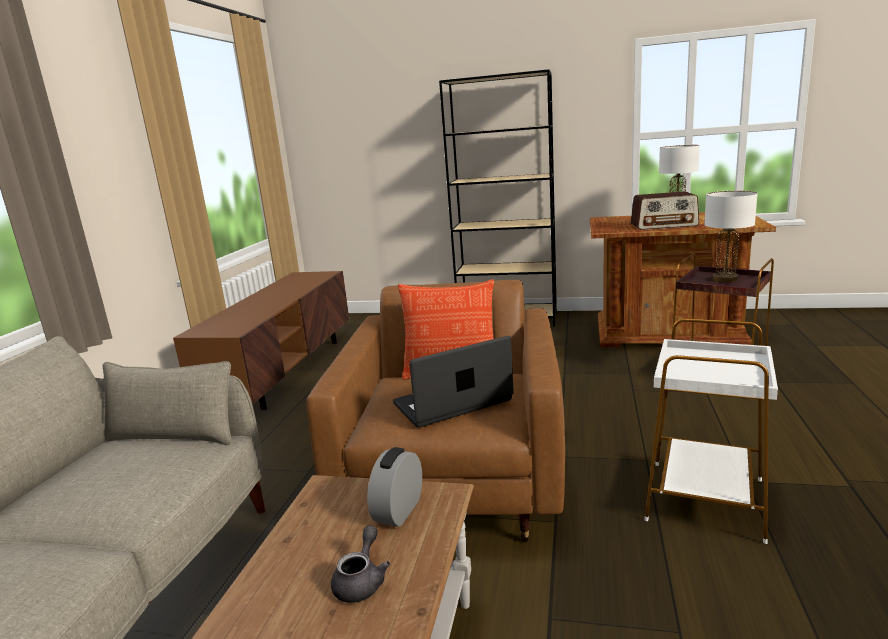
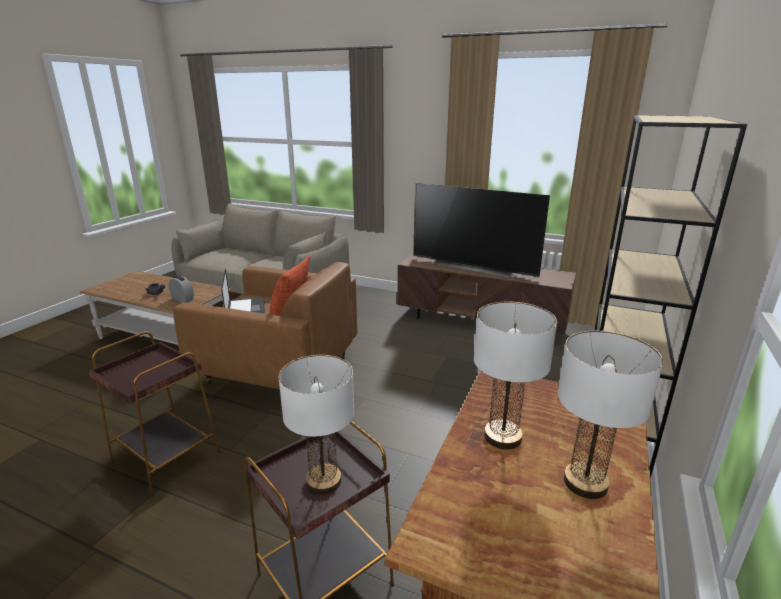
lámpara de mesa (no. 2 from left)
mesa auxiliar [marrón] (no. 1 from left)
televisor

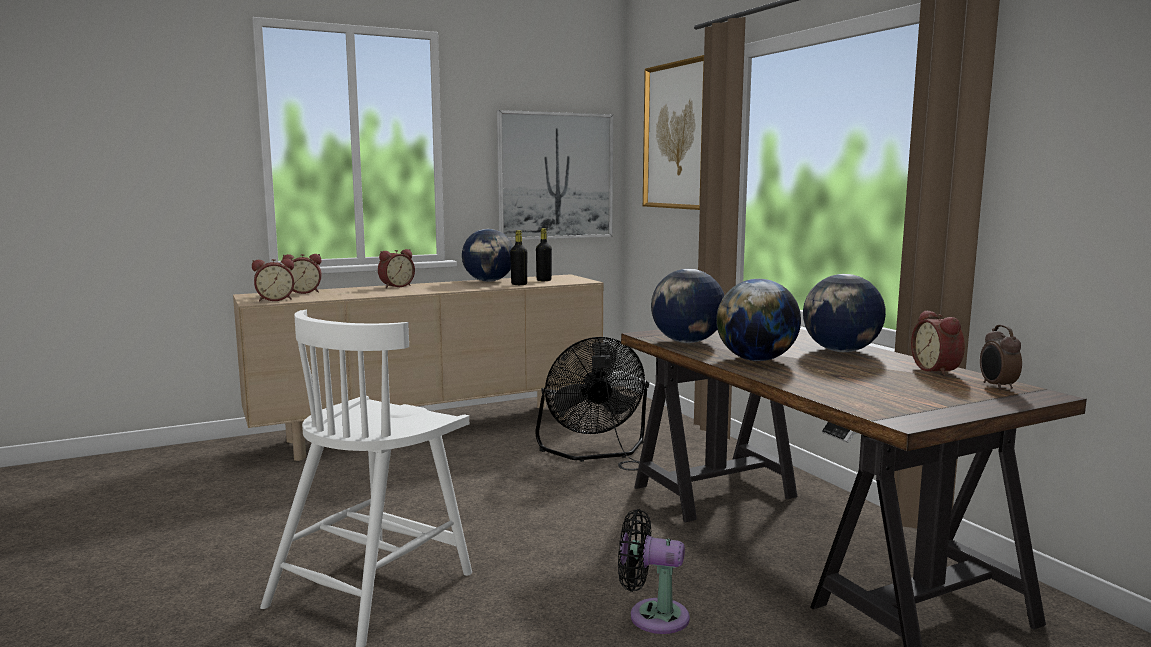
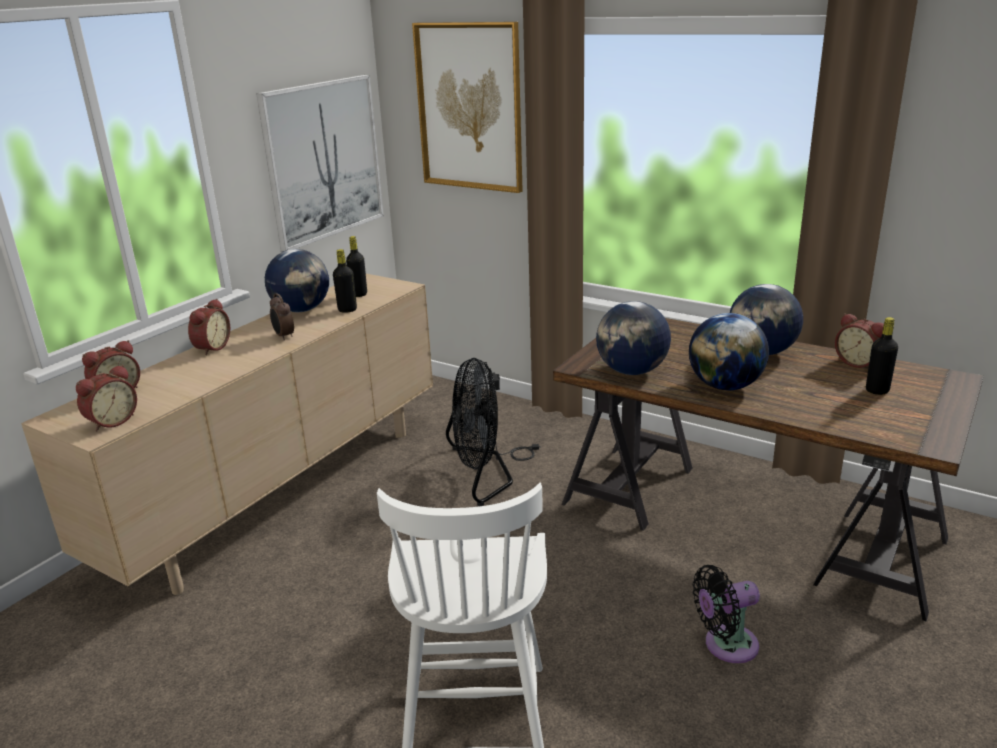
despertador (no. 4 from left)
ventilador [negro] (no. 1 from left)
botella [negro] (no. 3 from left)

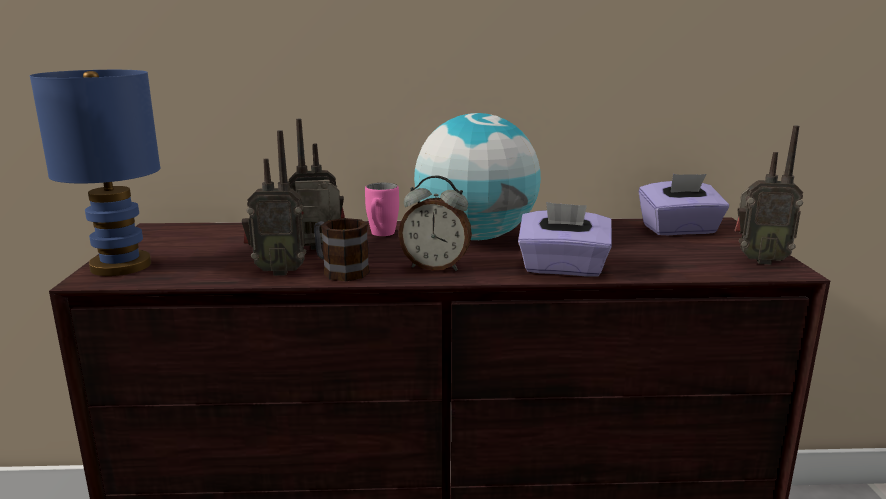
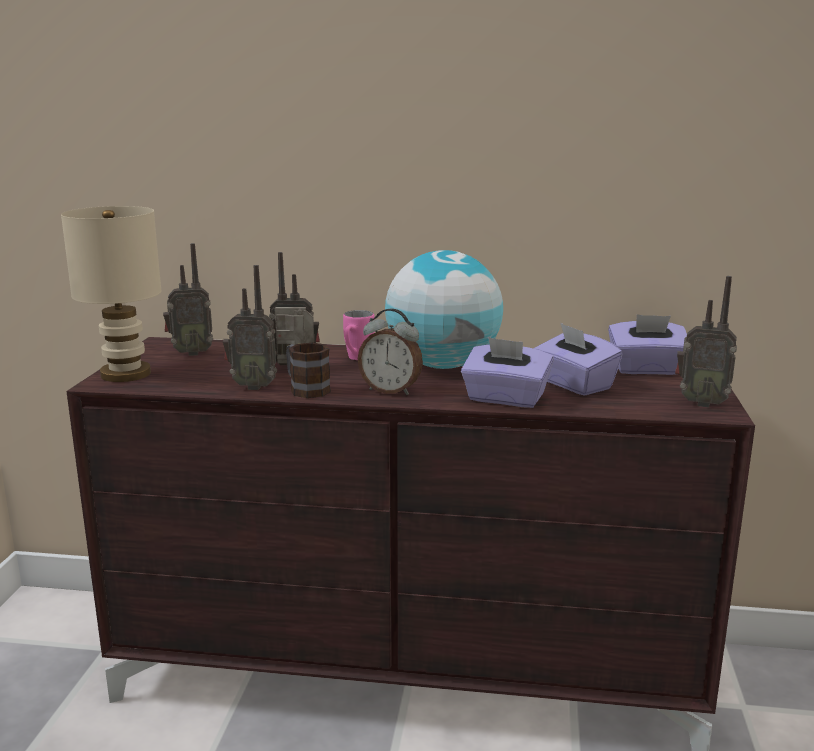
lámpara de mesa [beis]
radio (no. 1 from left)
caja de pañuelos [morado] (no. 2 from left)

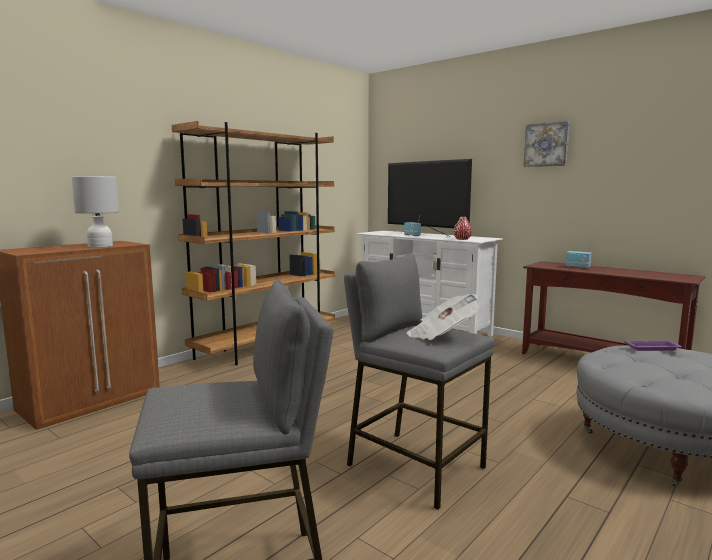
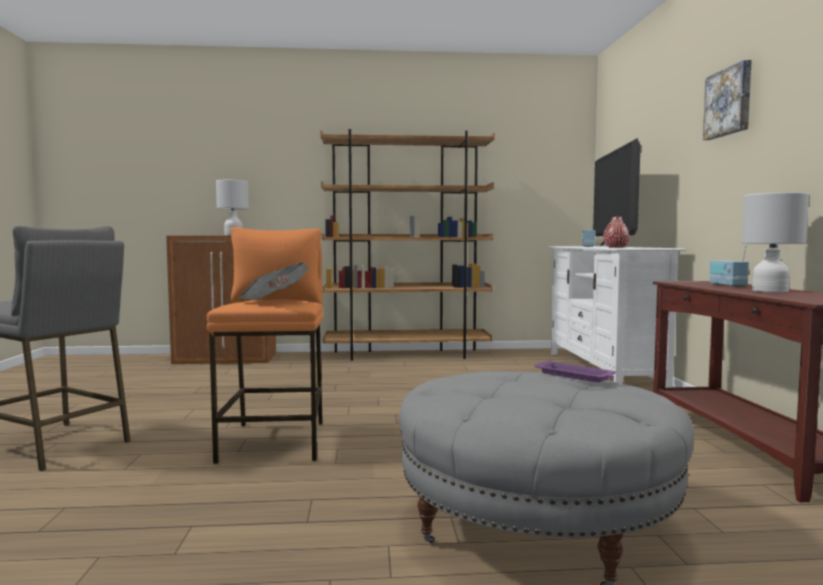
taburete [naranja]
lámpara de mesa [gris] (no. 2 from left)

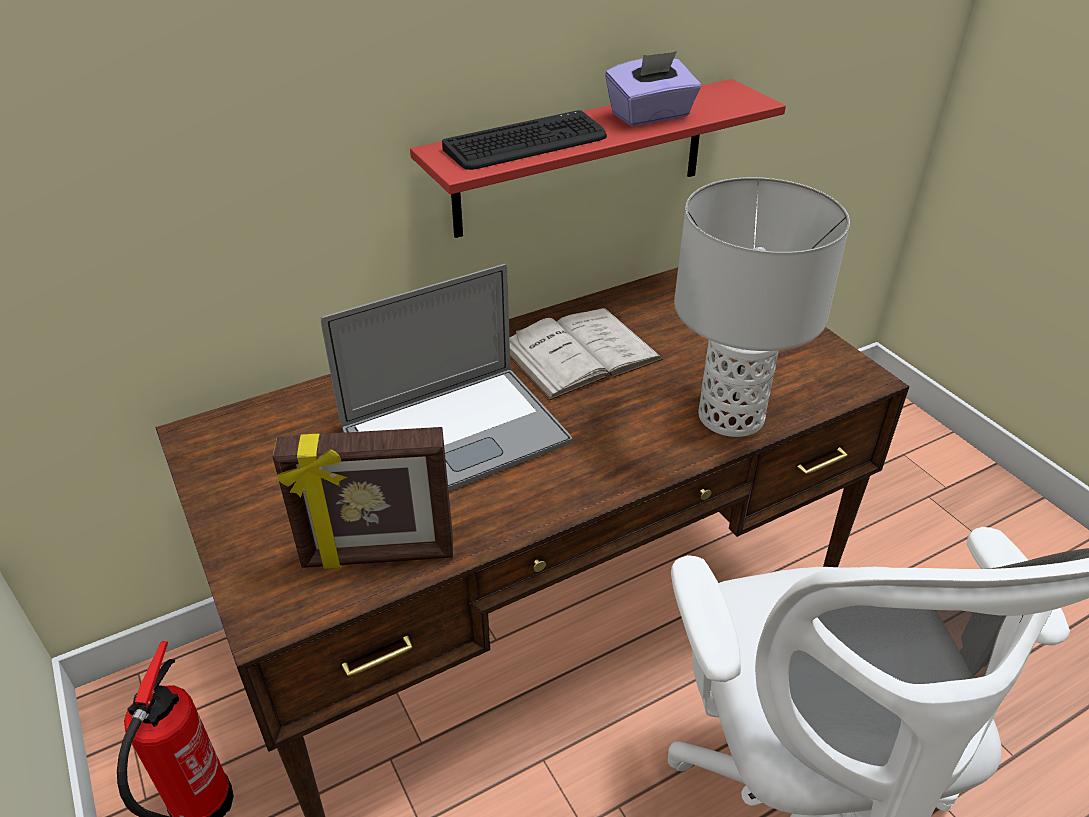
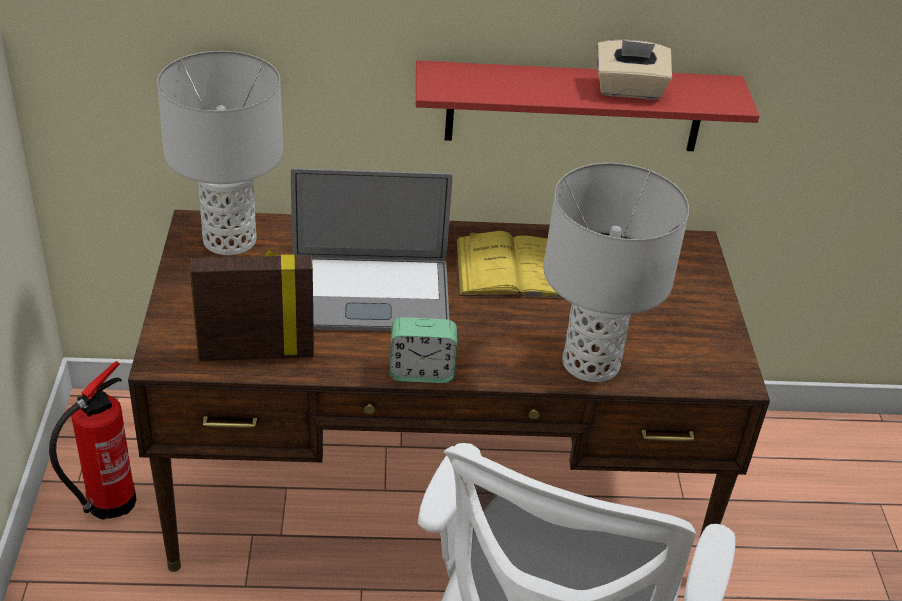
caja de pañuelos [beis]
teclado
libro [amarillo]
portarretratos
lámpara de mesa [blanco] (no. 1 from left)
despertador

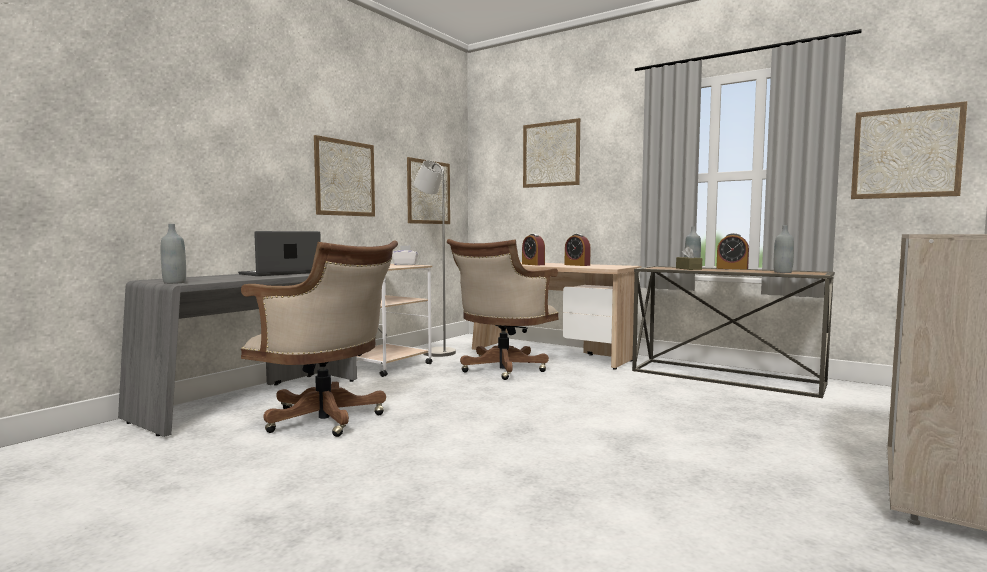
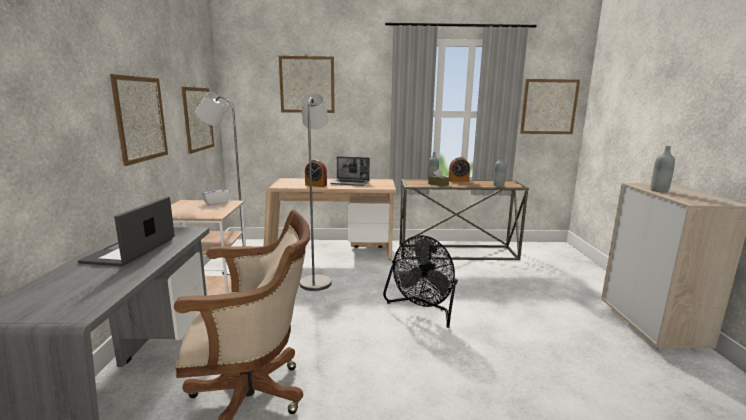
botella [gris] (no. 3 from left)
portátil (no. 2 from left)
lámpara de pie [gris] (no. 2 from left)
ventilador [negro]

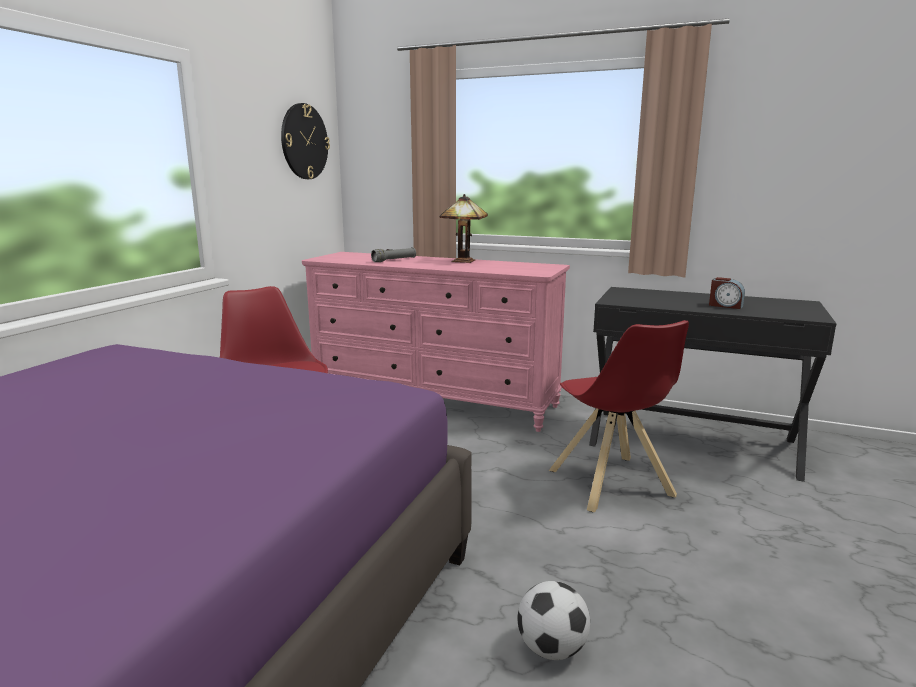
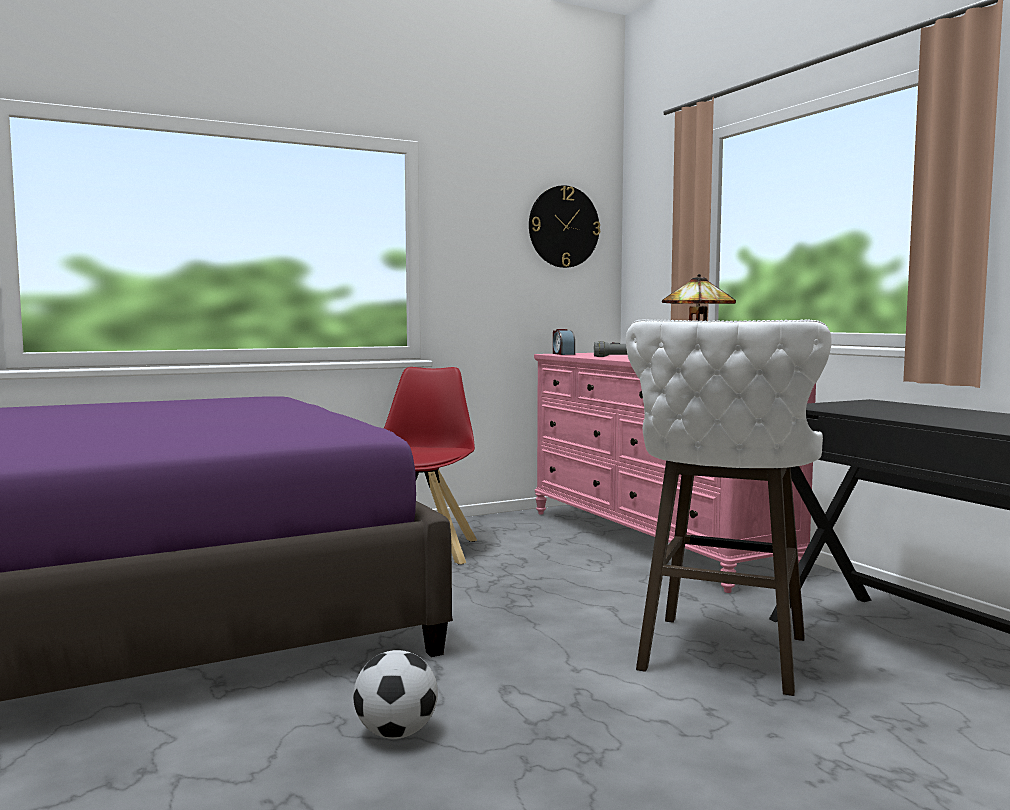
despertador
taburete [blanco]

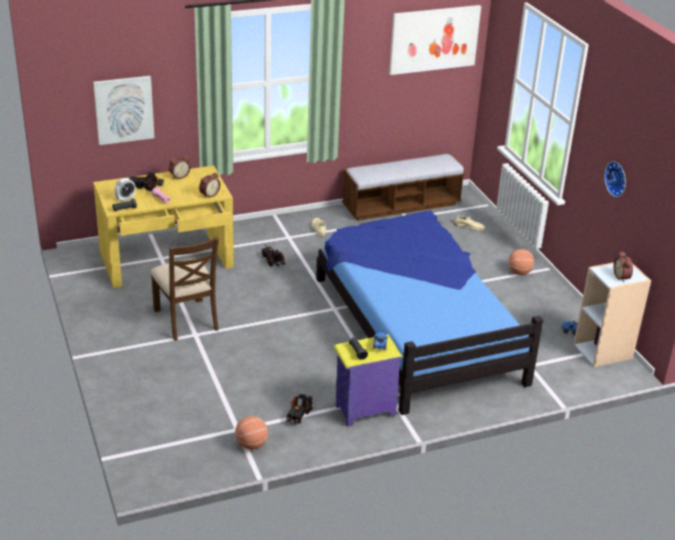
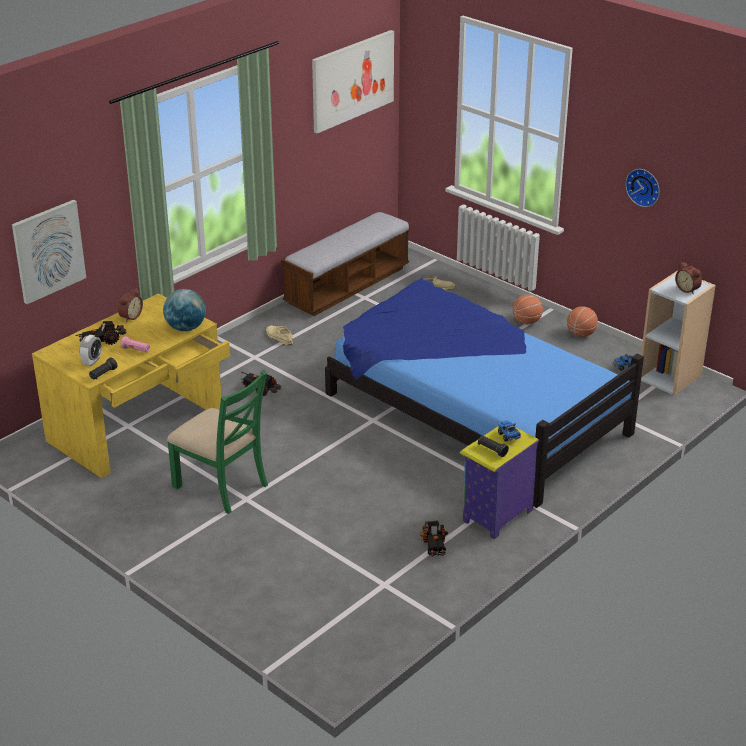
globo terráqueo
silla [verde]
balón de baloncesto (no. 2 from left)

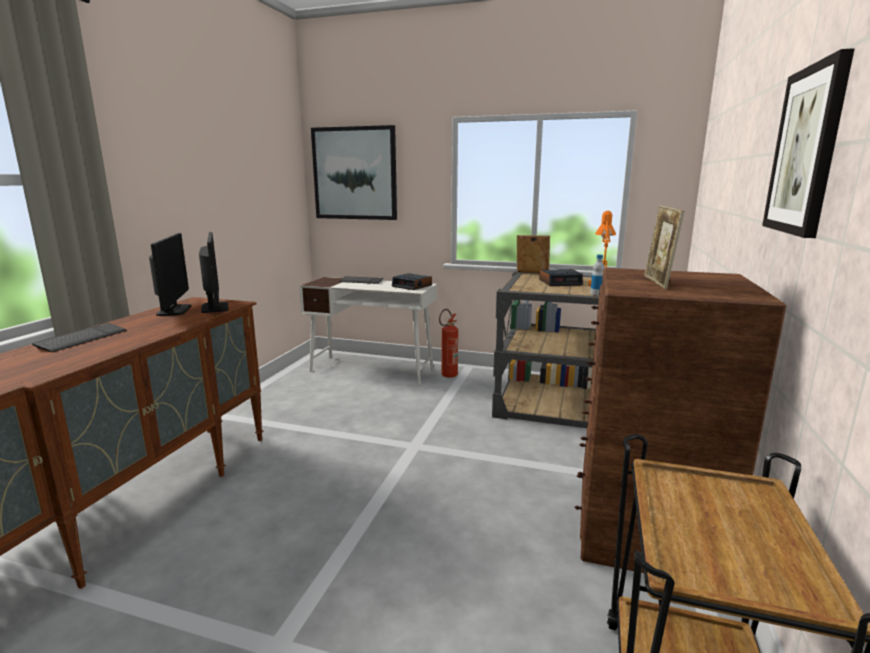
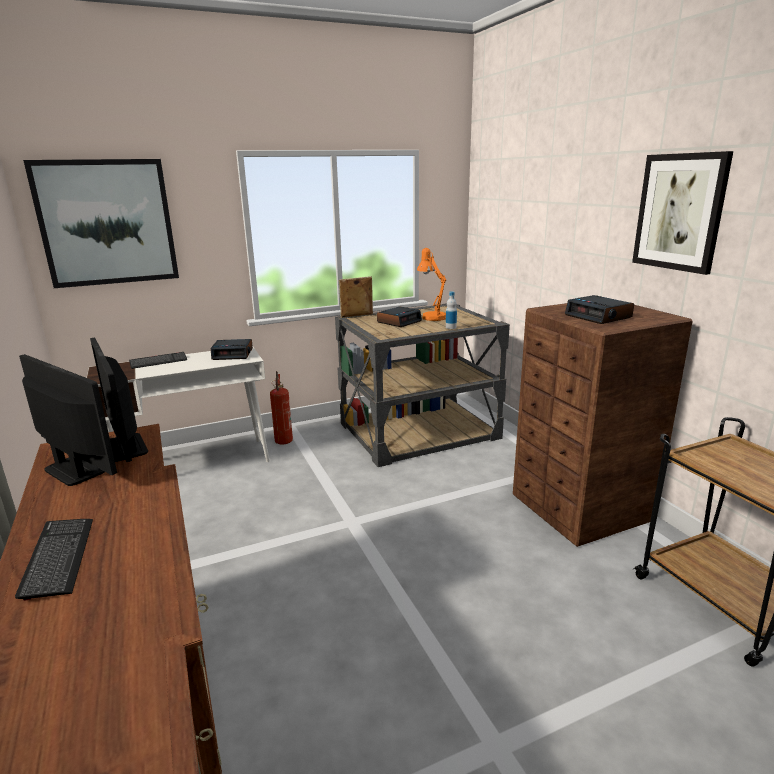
despertador (no. 3 from left)
monitor (no. 2 from left)

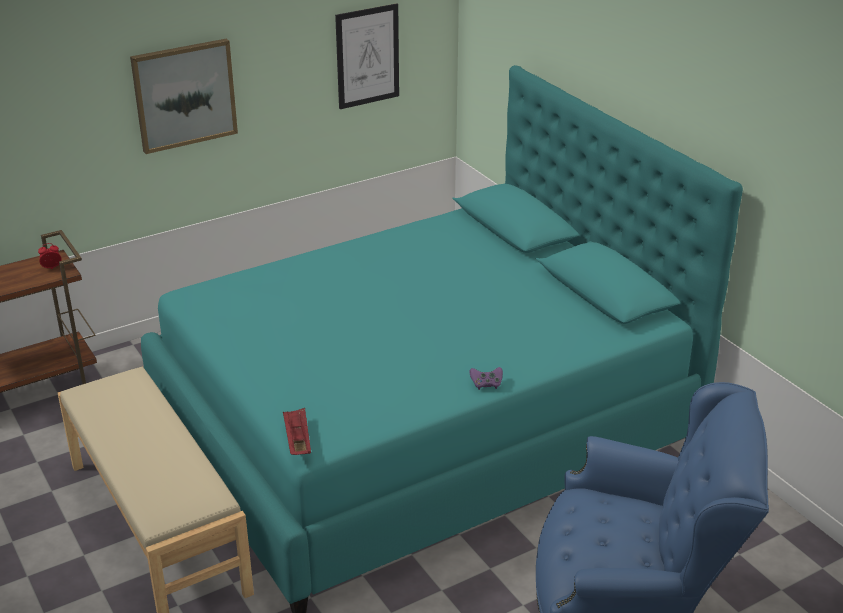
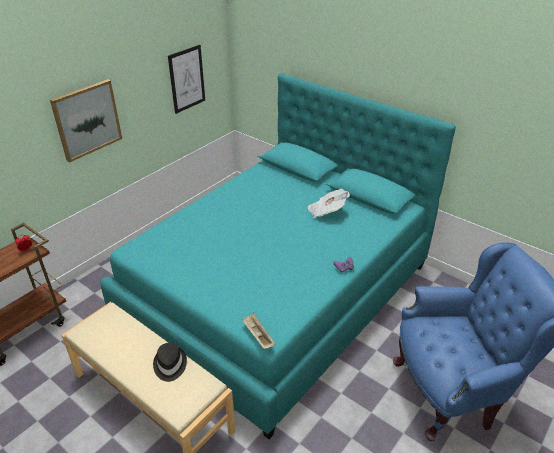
bandeja [beis]
periódico
sombrero [negro]

